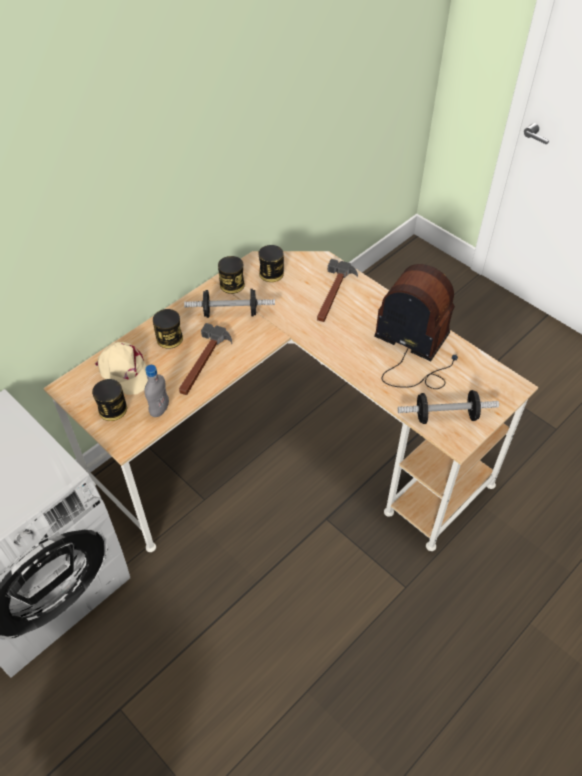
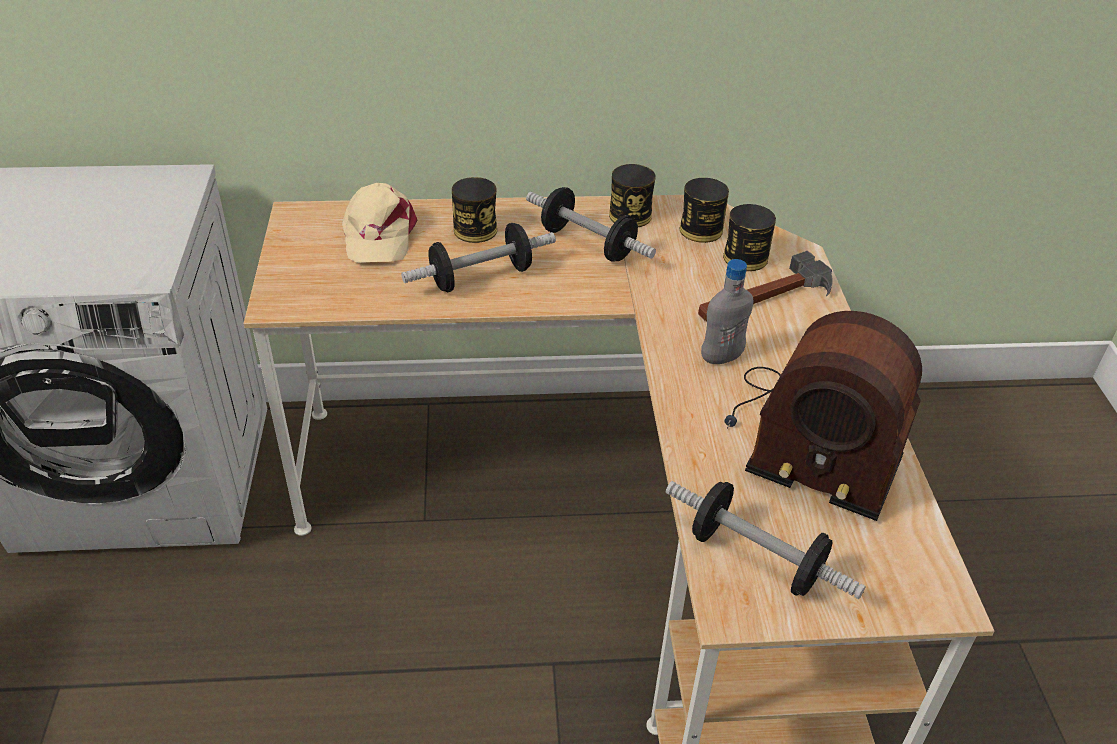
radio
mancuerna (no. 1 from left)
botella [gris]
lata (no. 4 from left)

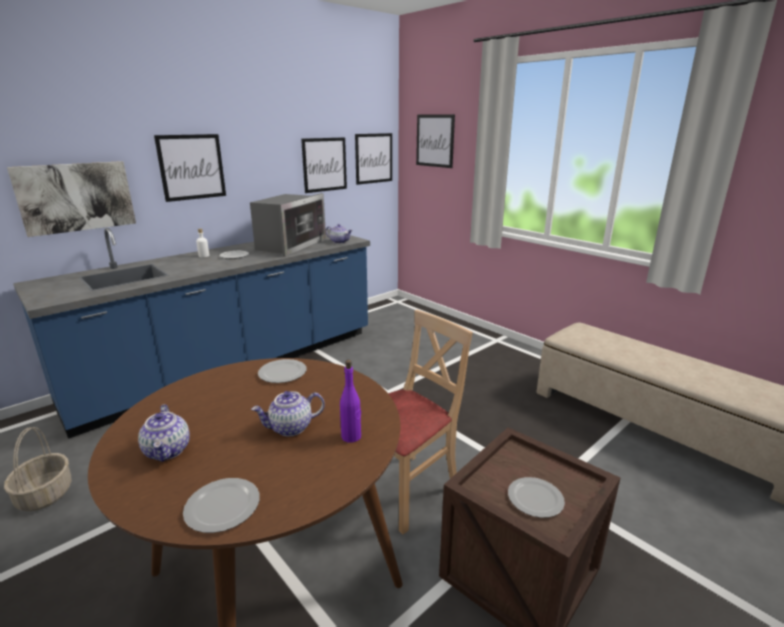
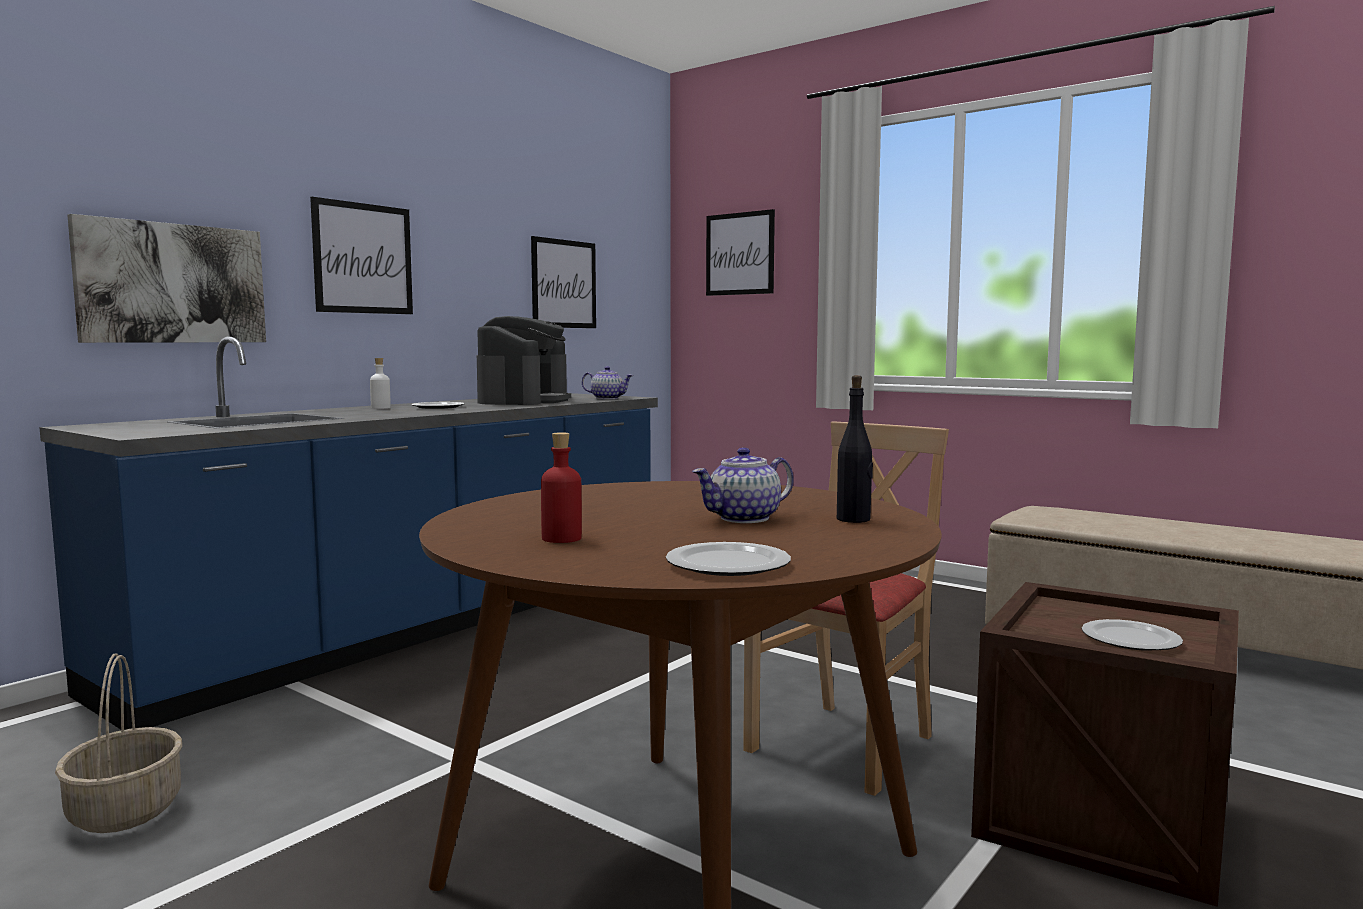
cuadro (no. 4 from left in the first image)
cafetera
plato (no. 3 from left in the first image)
botella [negro]
botella [rojo]

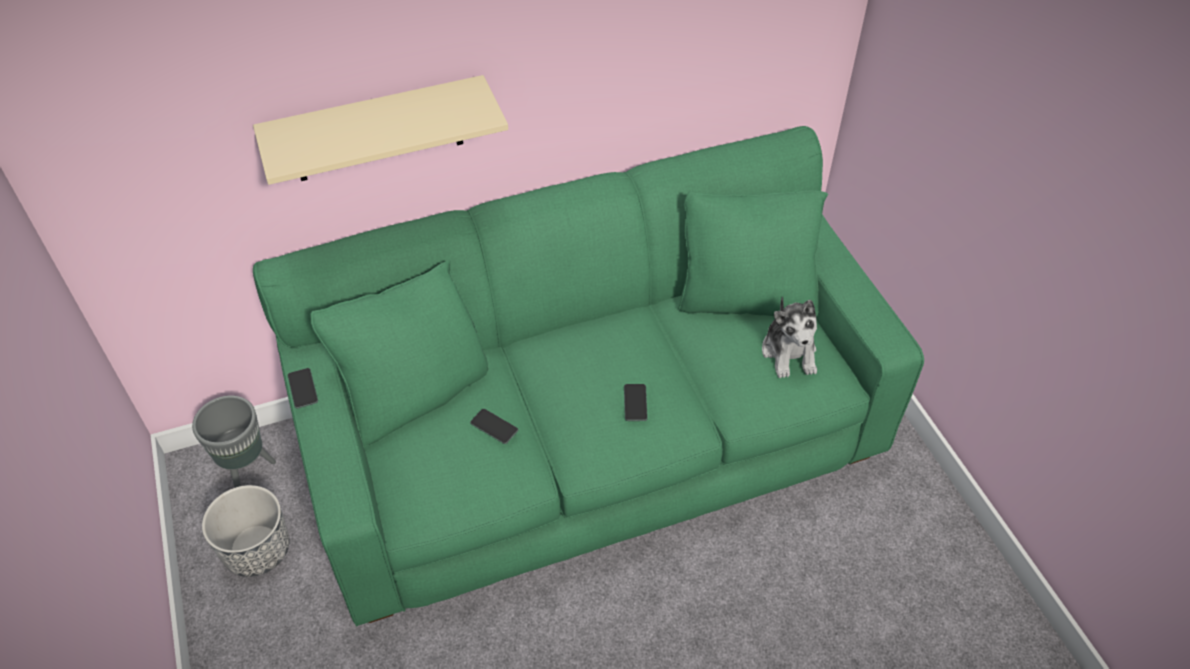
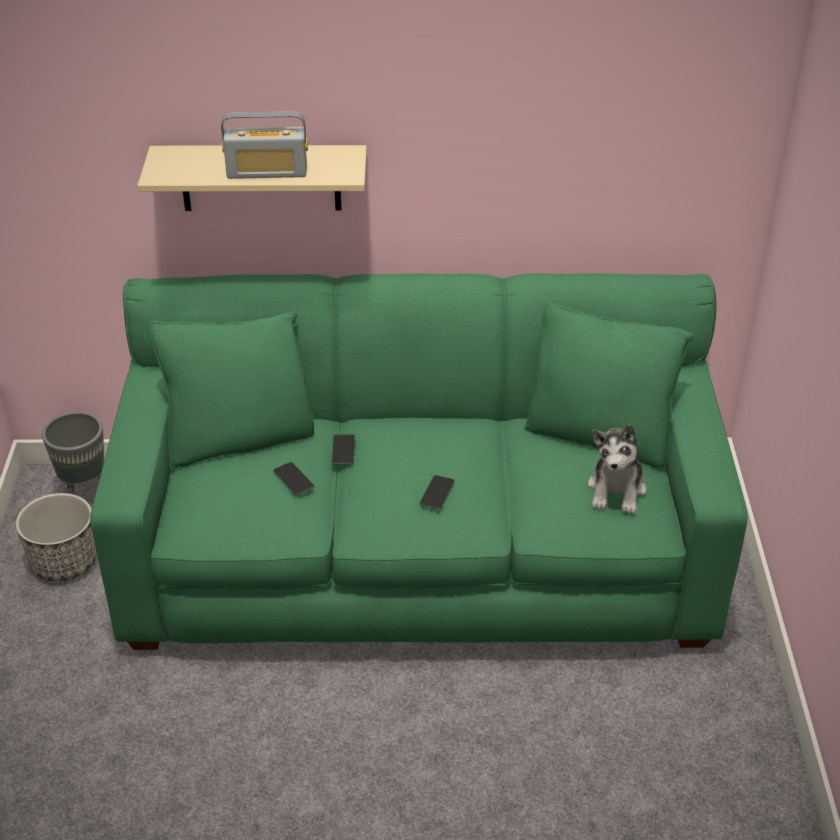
móvil (no. 2 from left)
radio

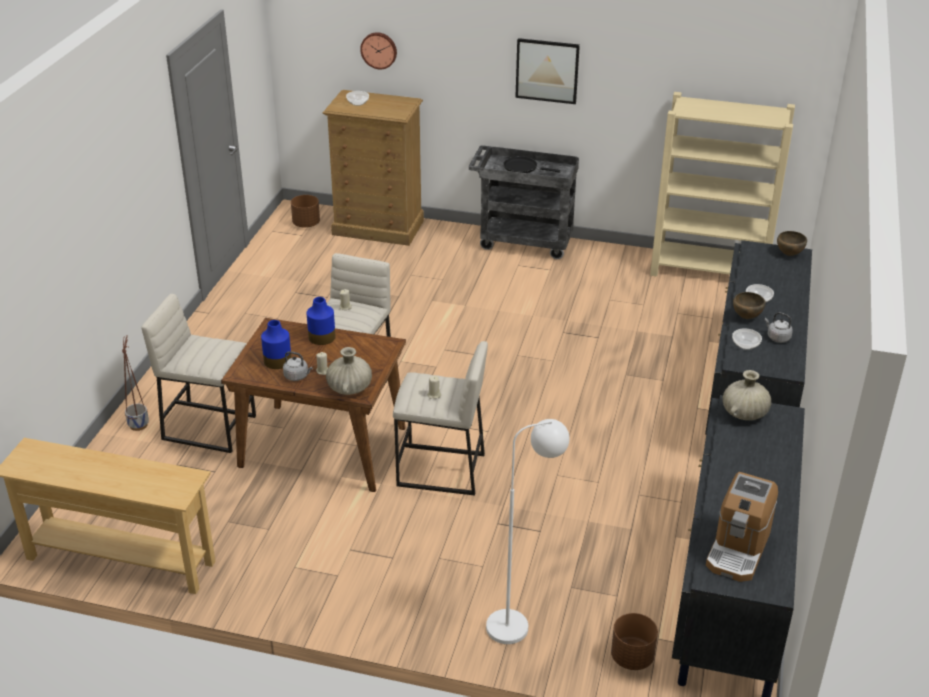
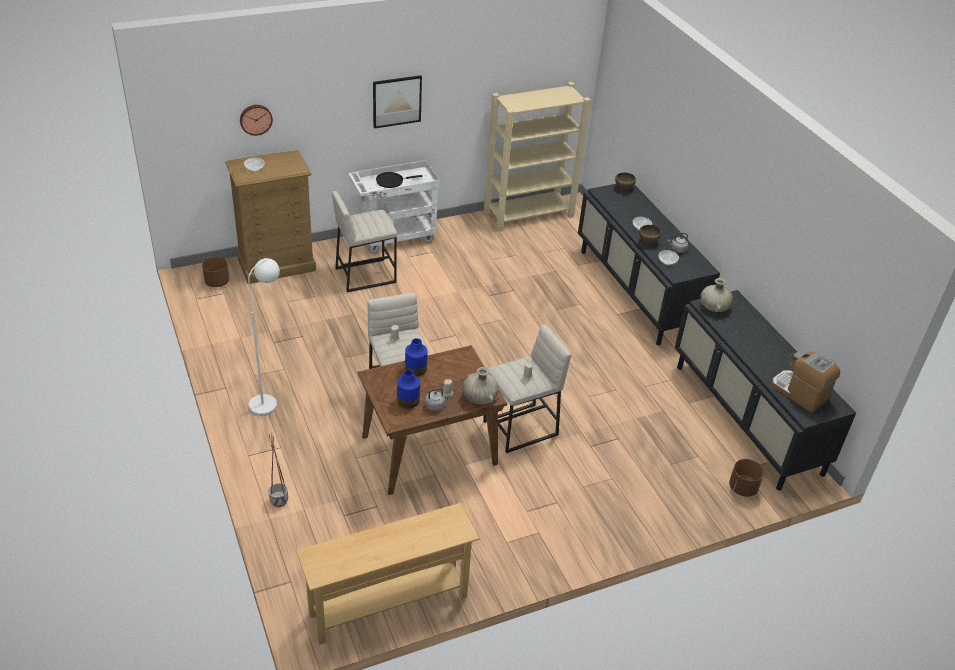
carrito [blanco]
taburete [beis] (no. 1 from left)
lámpara de pie [blanco]
cafetera

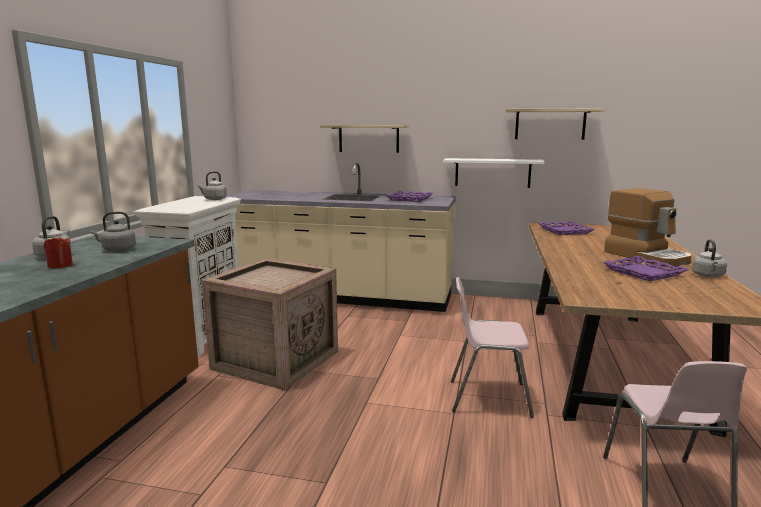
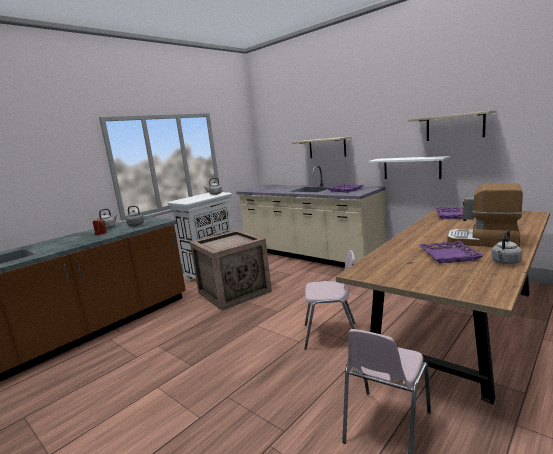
cafetera
silla [rosa] (no. 1 from left)

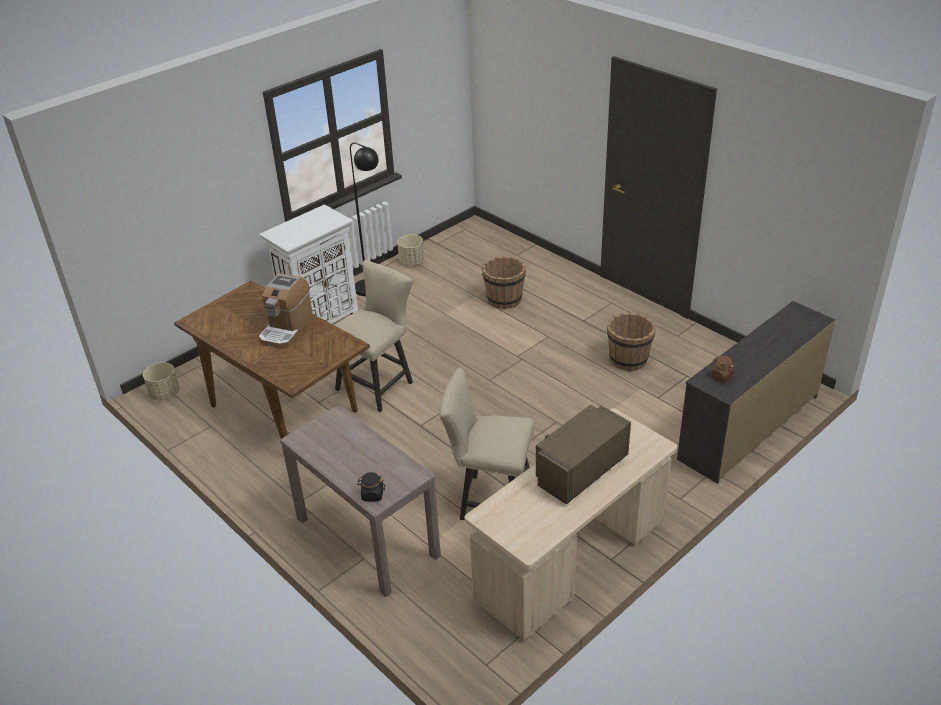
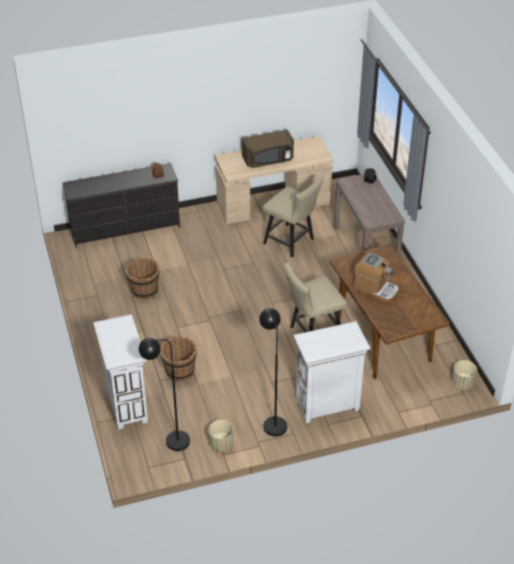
cafetera
armario [blanco] (no. 1 from left)
lámpara de pie [negro] (no. 1 from left)

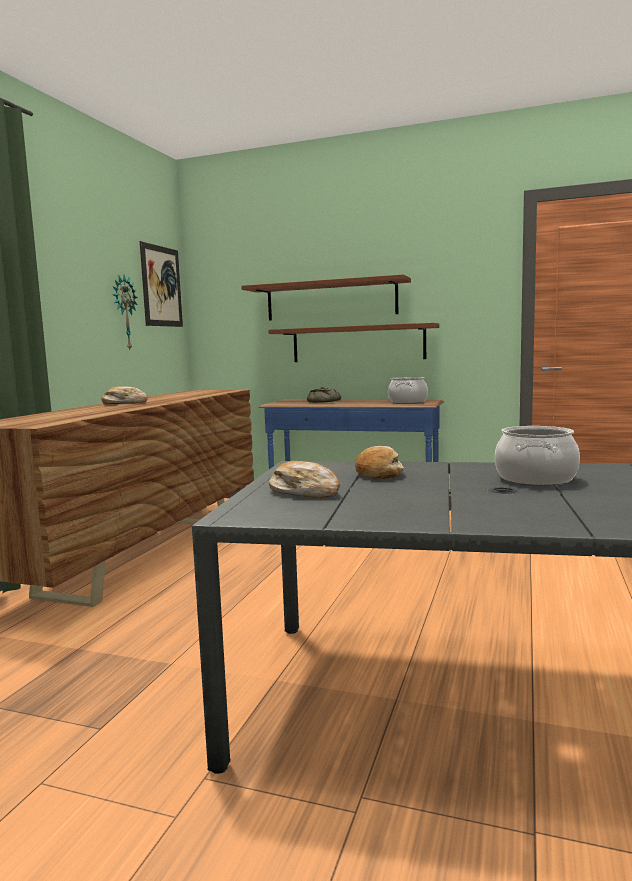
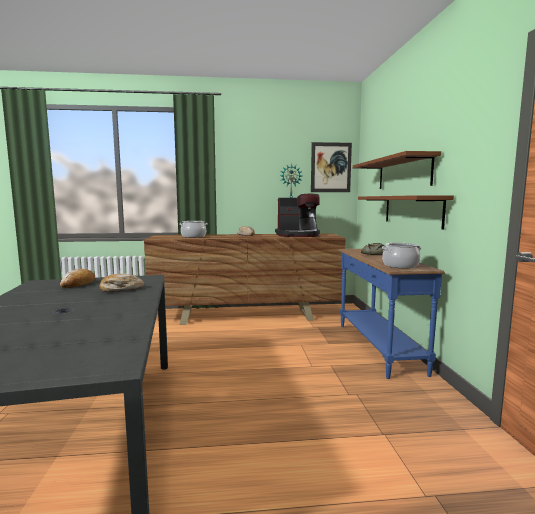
olla (no. 1 from left)
cafetera

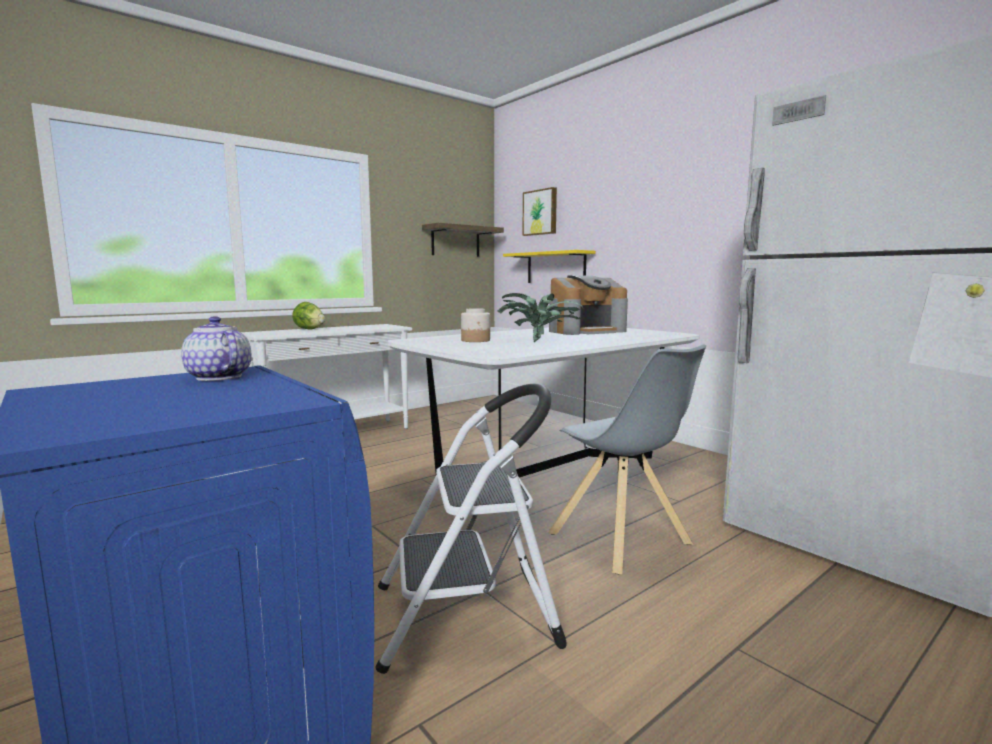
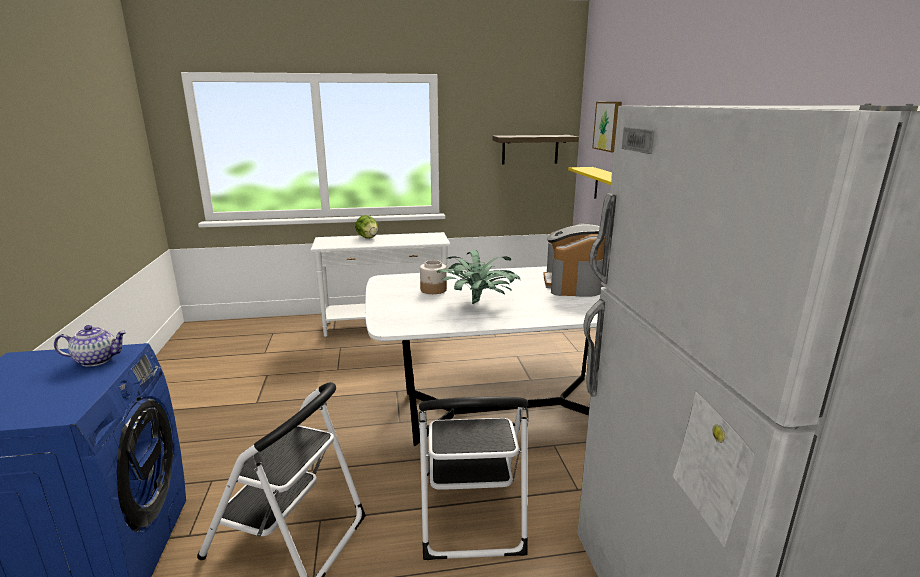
cafetera
tetera
escalera de tijera (no. 2 from left)

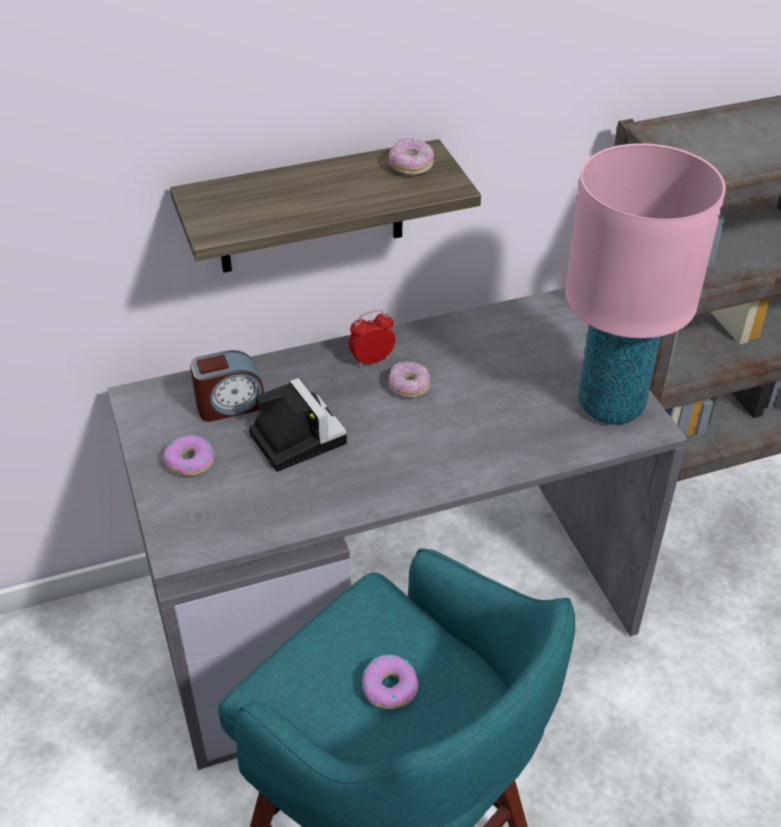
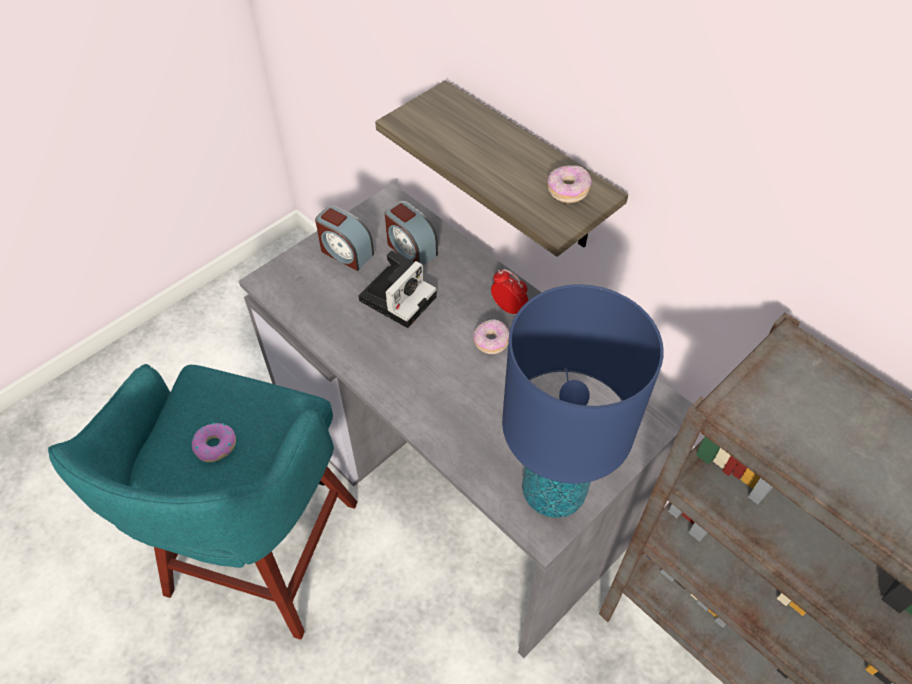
lámpara de mesa [azul]
despertador (no. 1 from left)

